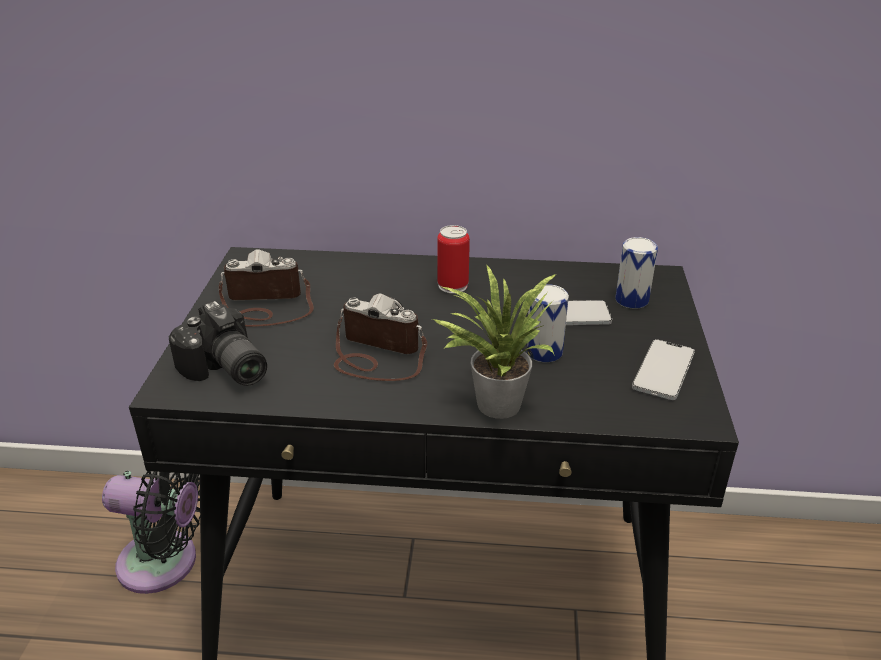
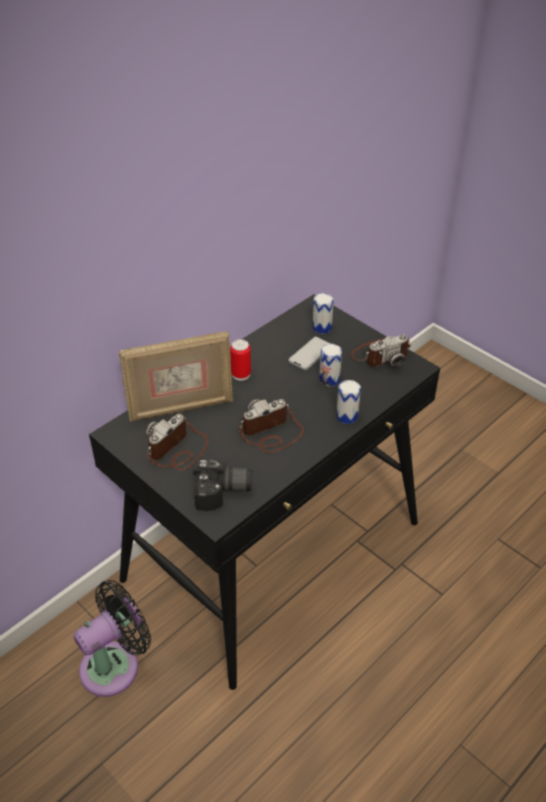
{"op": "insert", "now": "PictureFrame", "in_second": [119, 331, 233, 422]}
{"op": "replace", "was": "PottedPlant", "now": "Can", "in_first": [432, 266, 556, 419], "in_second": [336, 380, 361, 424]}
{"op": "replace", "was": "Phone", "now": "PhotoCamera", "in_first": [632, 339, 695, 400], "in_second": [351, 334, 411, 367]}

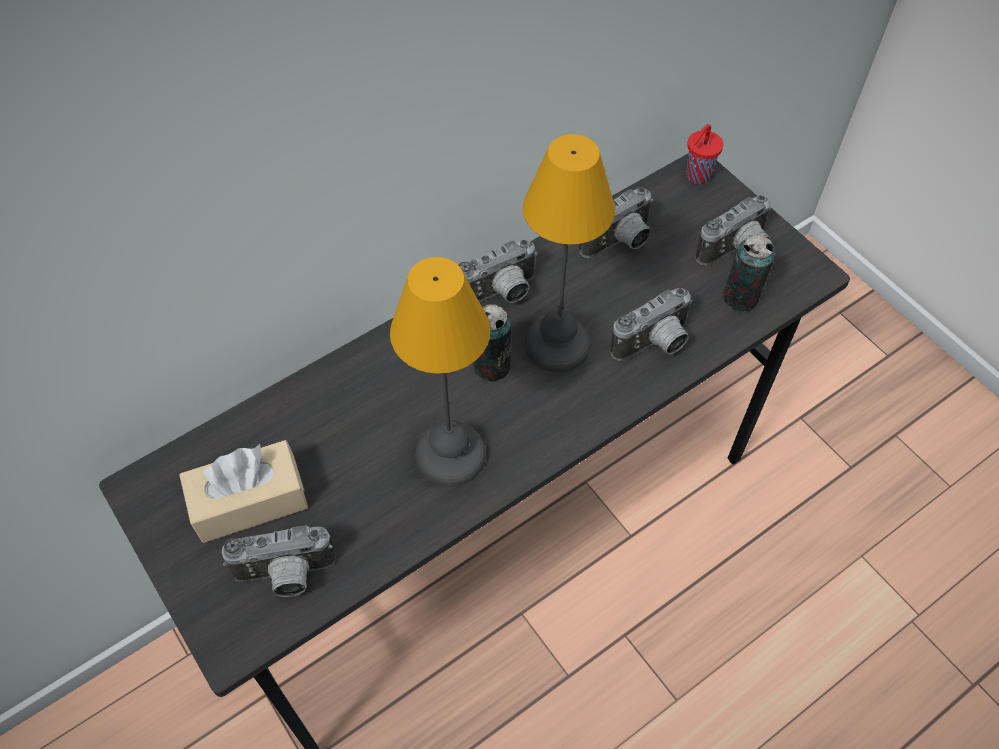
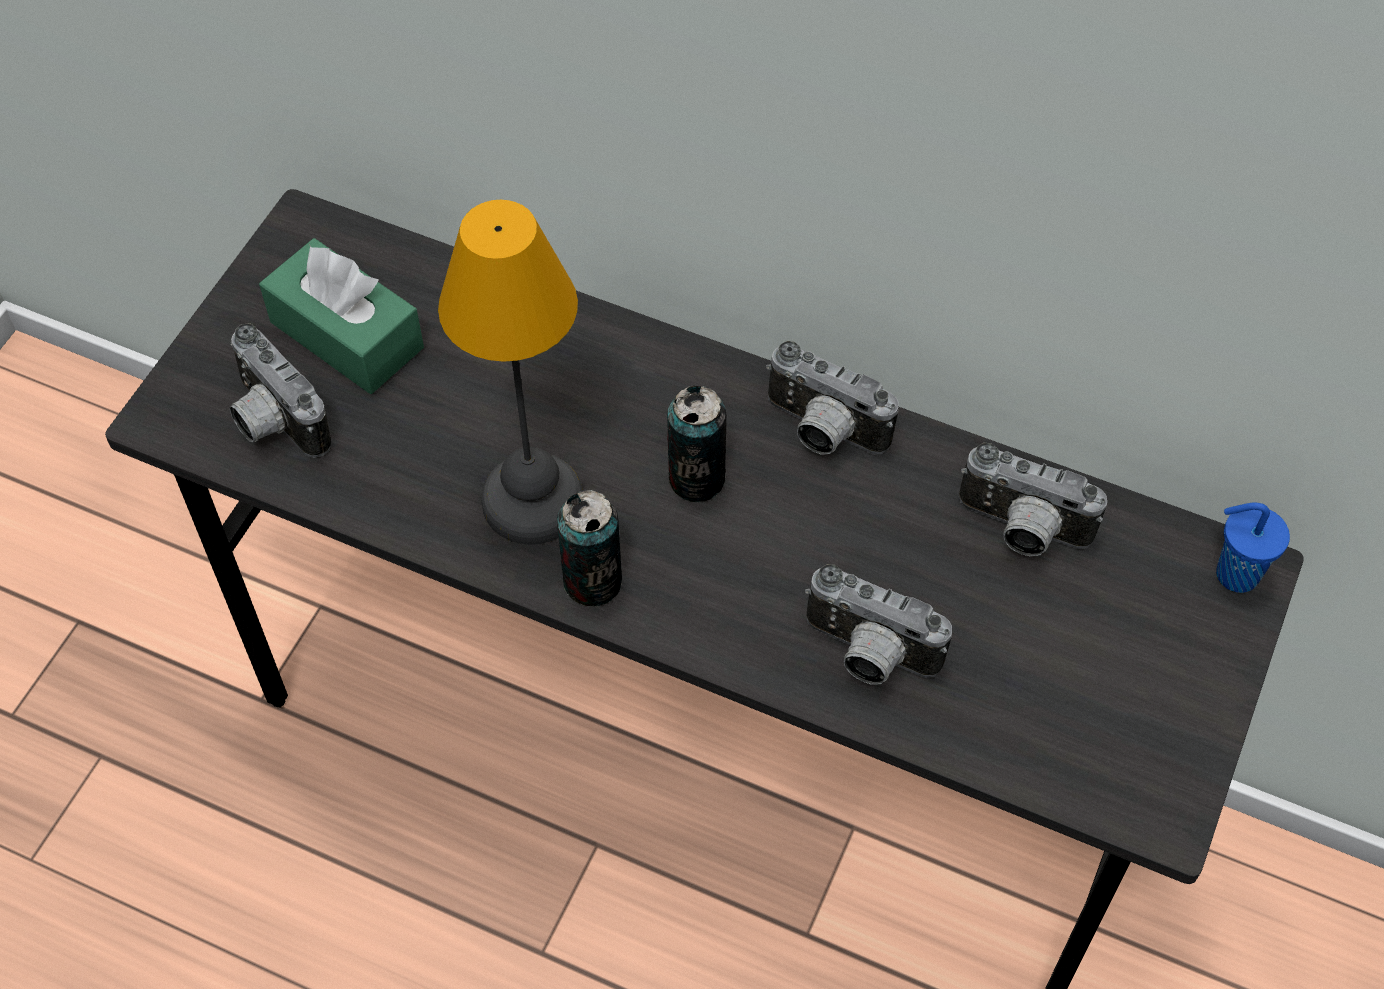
{"op": "delete", "was": "TableLamp", "in_first": [523, 134, 615, 372]}
{"op": "delete", "was": "PhotoCamera", "in_first": [695, 195, 772, 266]}
{"op": "move", "was": "Can", "in_first": [723, 235, 775, 312], "in_second": [557, 490, 622, 606]}
{"op": "recolor", "was": "BeigeTissueBox", "now": "GreenTissueBox", "in_first": [179, 440, 308, 543], "in_second": [259, 238, 424, 394]}
{"op": "recolor", "was": "RedCup", "now": "BlueCup", "in_first": [686, 124, 723, 184], "in_second": [1216, 503, 1290, 593]}

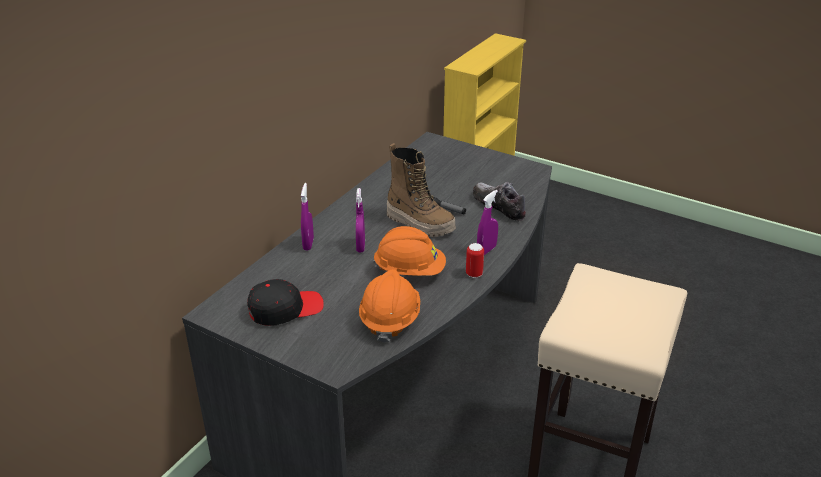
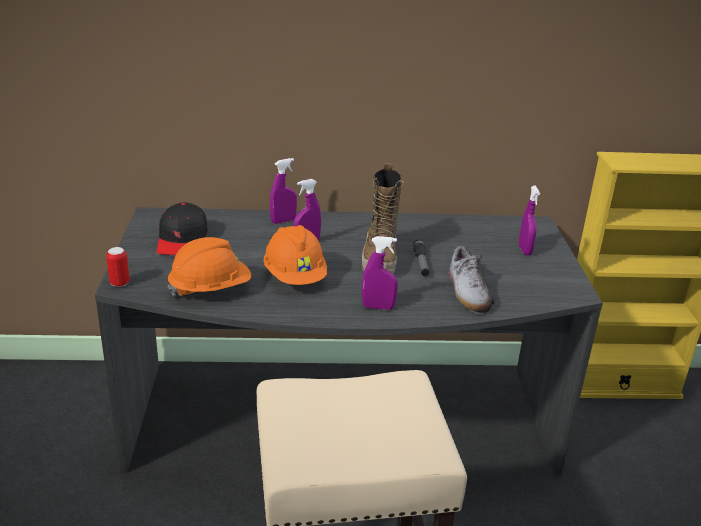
{"op": "insert", "now": "PurpleSprayBottle", "in_second": [519, 186, 540, 255]}
{"op": "move", "was": "Can", "in_first": [466, 243, 484, 278], "in_second": [106, 247, 130, 287]}
{"op": "rotate", "was": "BlackCap", "in_first": [247, 279, 324, 326], "in_second": [157, 202, 208, 255], "clockwise": 60}
{"op": "rotate", "was": "Shoe", "in_first": [473, 182, 526, 222], "in_second": [447, 246, 495, 314], "clockwise": 150}

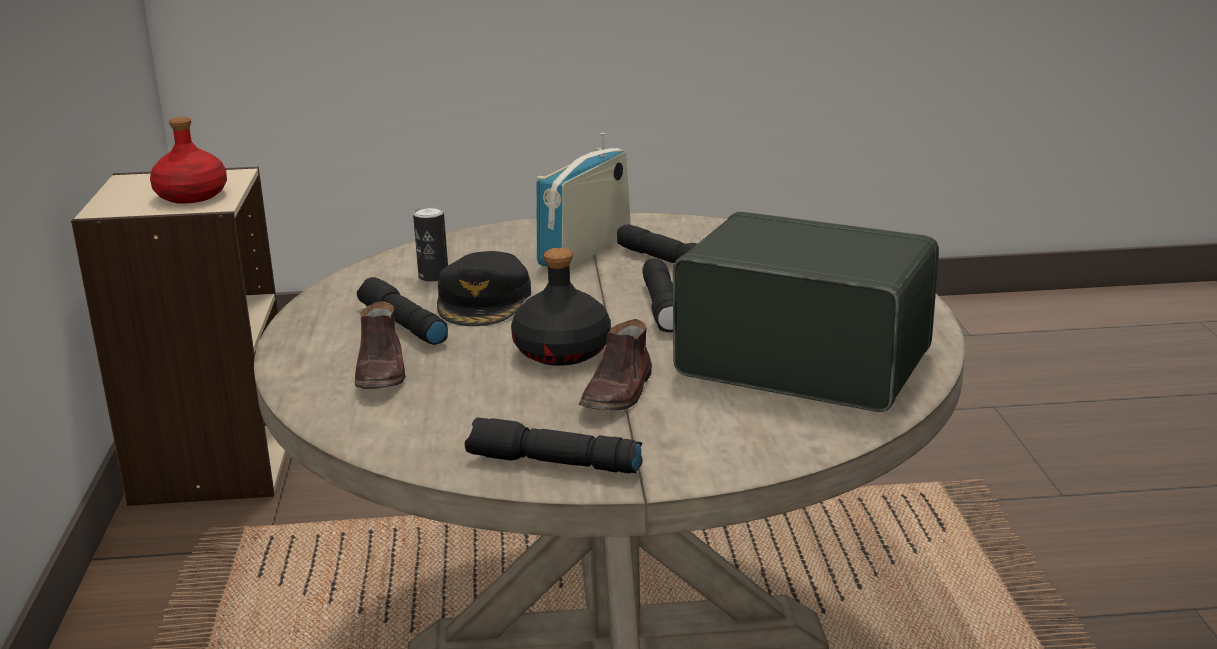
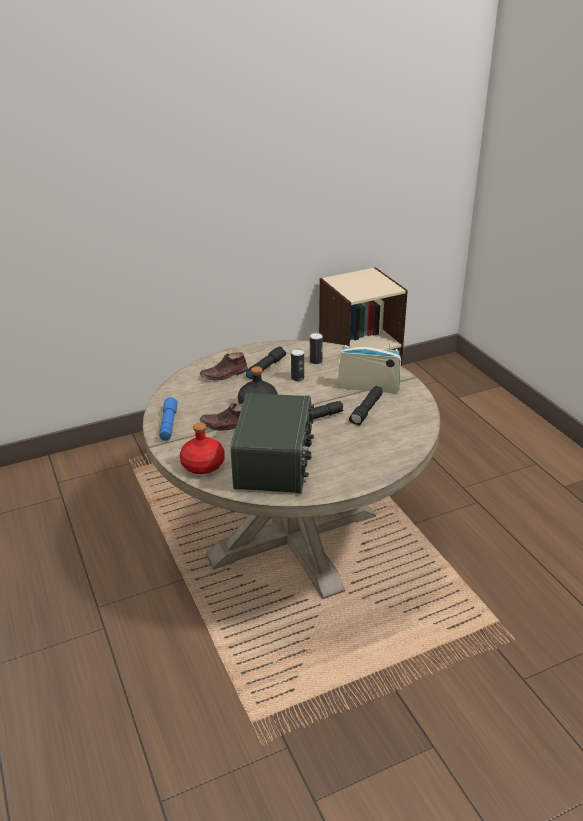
{"op": "move", "was": "RedBottle", "in_first": [150, 117, 227, 204], "in_second": [180, 423, 225, 474]}
{"op": "replace", "was": "BlackCap", "now": "Can", "in_first": [437, 251, 531, 326], "in_second": [291, 349, 304, 381]}
{"op": "recolor", "was": "BlackFlashlight", "now": "BlueFlashlight", "in_first": [465, 417, 642, 473], "in_second": [159, 397, 177, 441]}

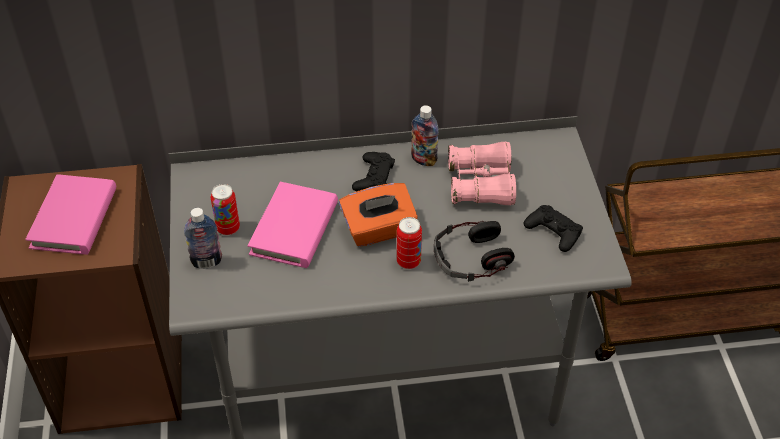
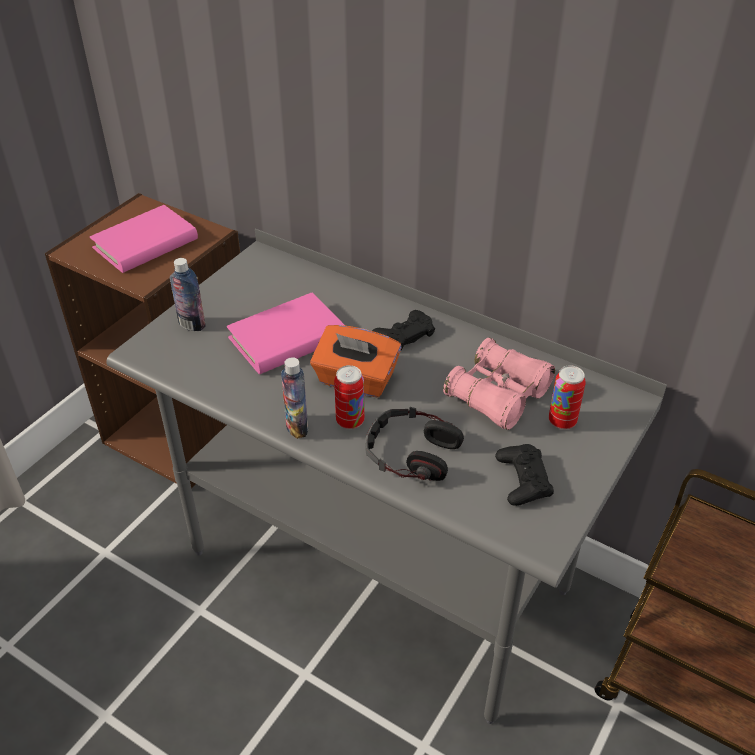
{"op": "move", "was": "Can", "in_first": [211, 184, 240, 235], "in_second": [549, 366, 586, 429]}
{"op": "move", "was": "Bottle", "in_first": [411, 105, 439, 166], "in_second": [281, 357, 308, 439]}

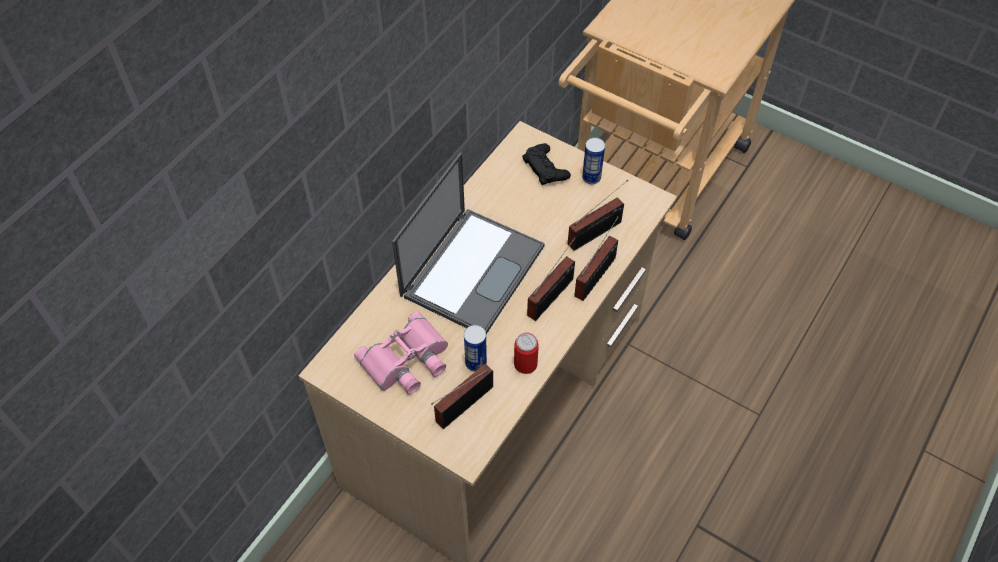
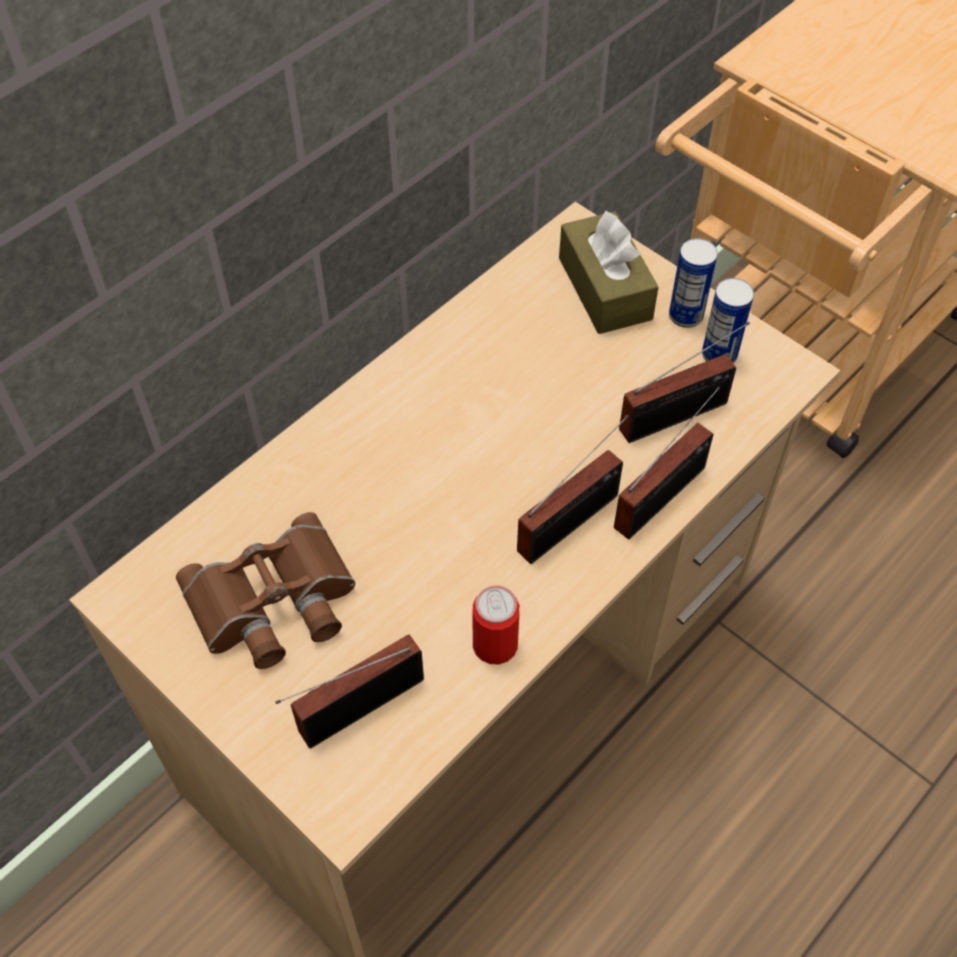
{"op": "delete", "was": "Laptop", "in_first": [392, 152, 545, 334]}
{"op": "move", "was": "Can", "in_first": [464, 325, 487, 372], "in_second": [702, 278, 754, 363]}
{"op": "replace", "was": "BlackGameController", "now": "BrownTissueBox", "in_first": [522, 143, 571, 185], "in_second": [559, 211, 659, 334]}
{"op": "recolor", "was": "PinkBinoculars", "now": "BrownBinoculars", "in_first": [354, 311, 448, 394], "in_second": [176, 512, 355, 669]}

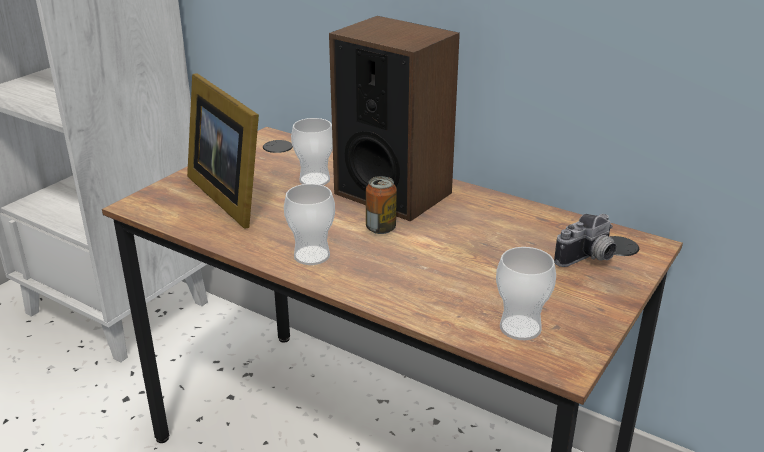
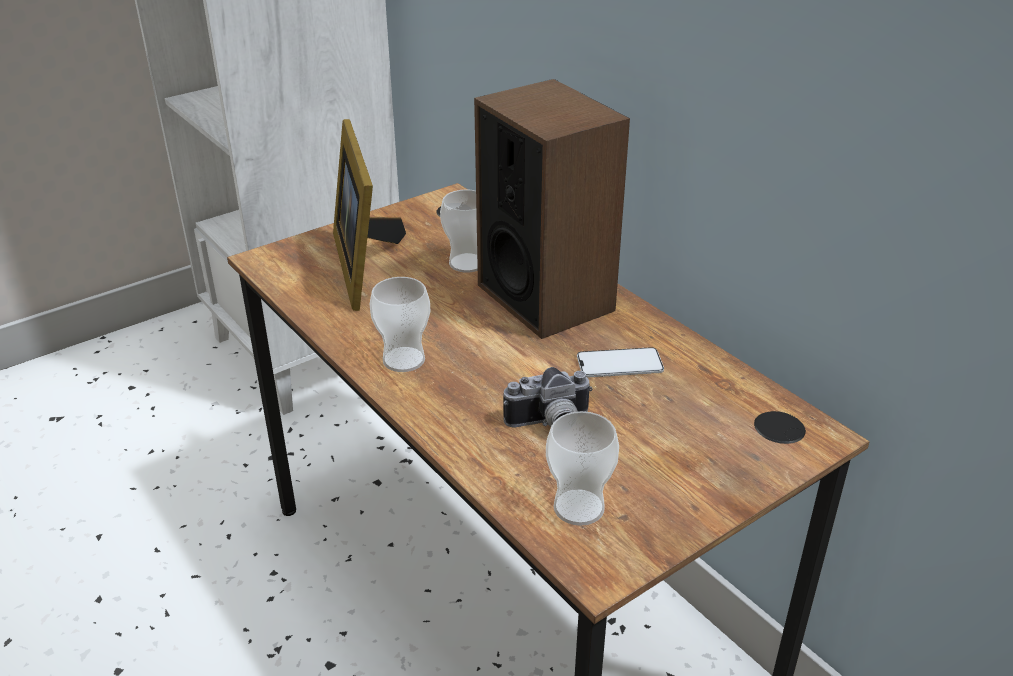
{"op": "delete", "was": "Can", "in_first": [366, 176, 397, 234]}
{"op": "insert", "now": "Phone", "in_second": [577, 347, 664, 378]}
{"op": "move", "was": "PhotoCamera", "in_first": [554, 214, 617, 267], "in_second": [503, 367, 593, 427]}

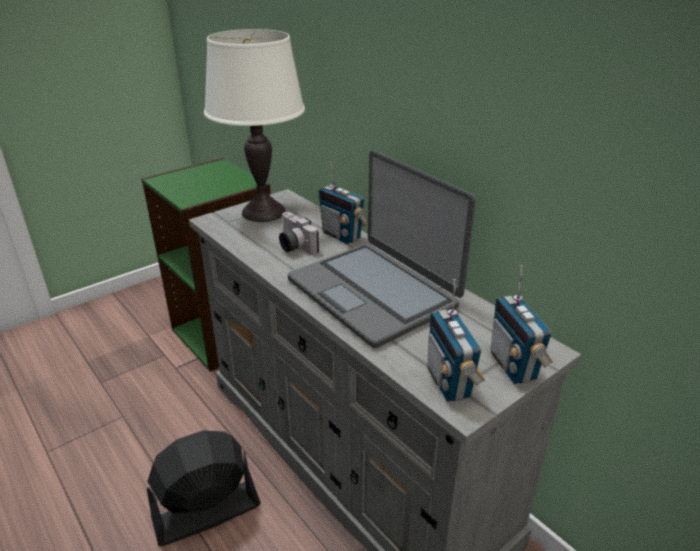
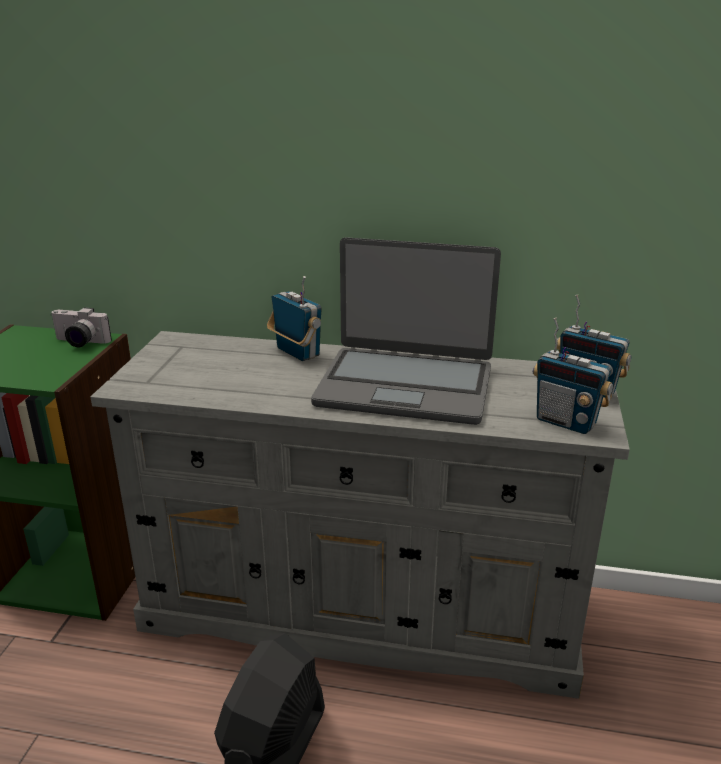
{"op": "delete", "was": "WhiteTableLamp", "in_first": [204, 29, 305, 222]}
{"op": "move", "was": "PhotoCamera", "in_first": [279, 212, 319, 255], "in_second": [50, 307, 112, 347]}
{"op": "rotate", "was": "Radio", "in_first": [319, 161, 368, 244], "in_second": [267, 276, 322, 361], "clockwise": -135}

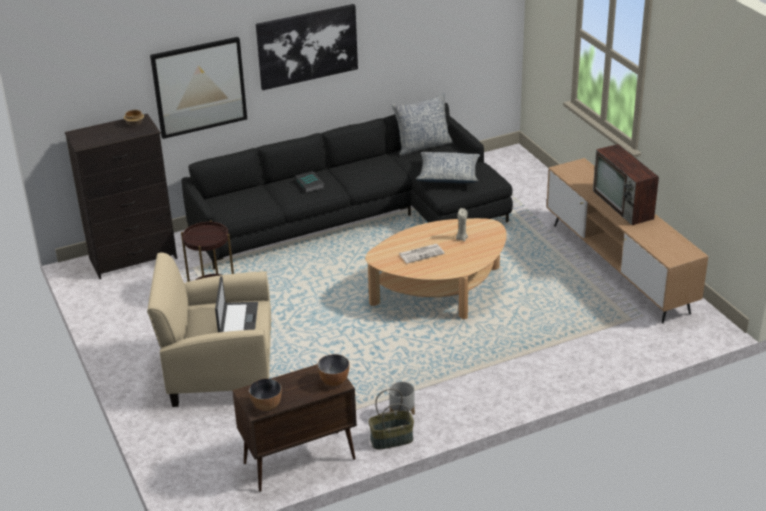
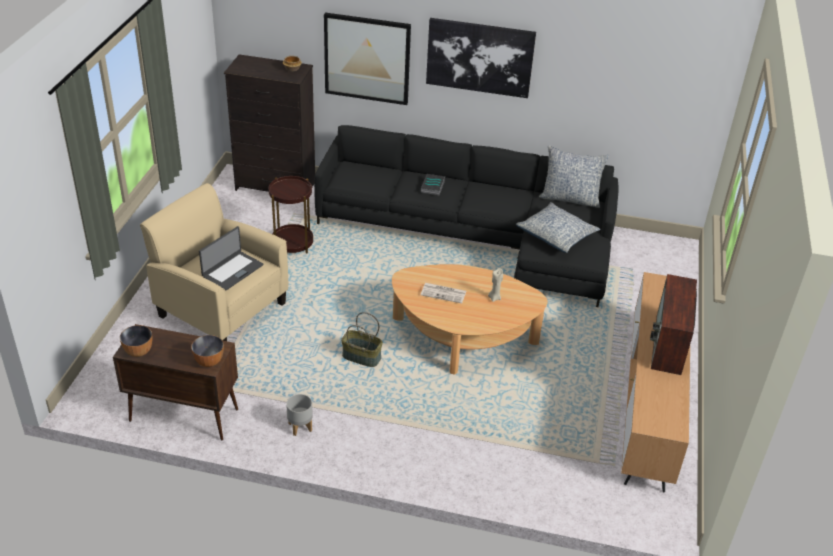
{"op": "move", "was": "Basket", "in_first": [369, 389, 414, 450], "in_second": [341, 312, 383, 367]}

